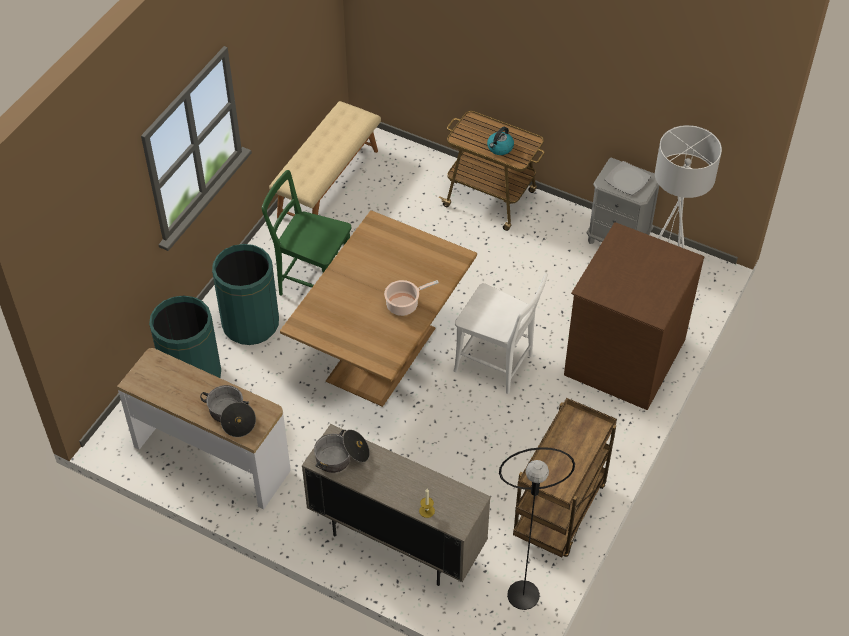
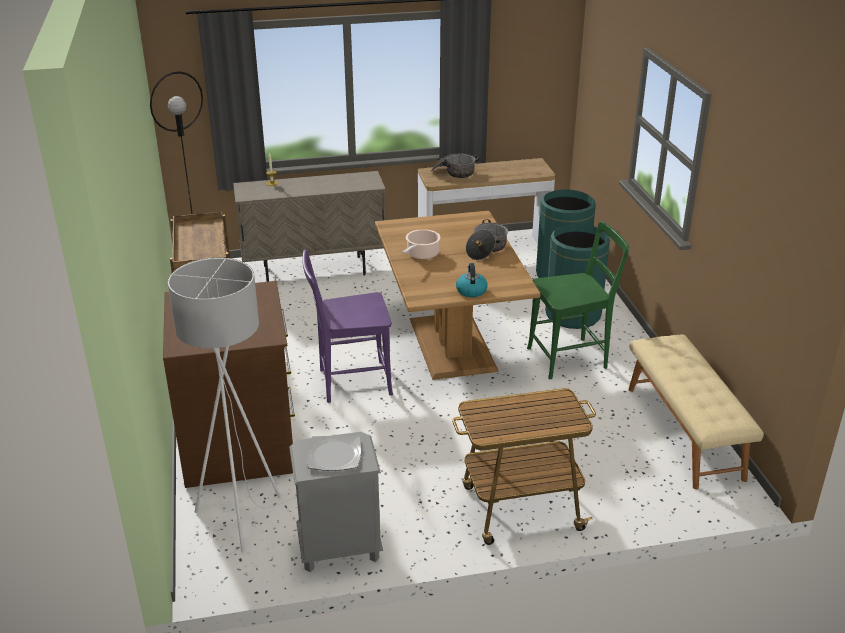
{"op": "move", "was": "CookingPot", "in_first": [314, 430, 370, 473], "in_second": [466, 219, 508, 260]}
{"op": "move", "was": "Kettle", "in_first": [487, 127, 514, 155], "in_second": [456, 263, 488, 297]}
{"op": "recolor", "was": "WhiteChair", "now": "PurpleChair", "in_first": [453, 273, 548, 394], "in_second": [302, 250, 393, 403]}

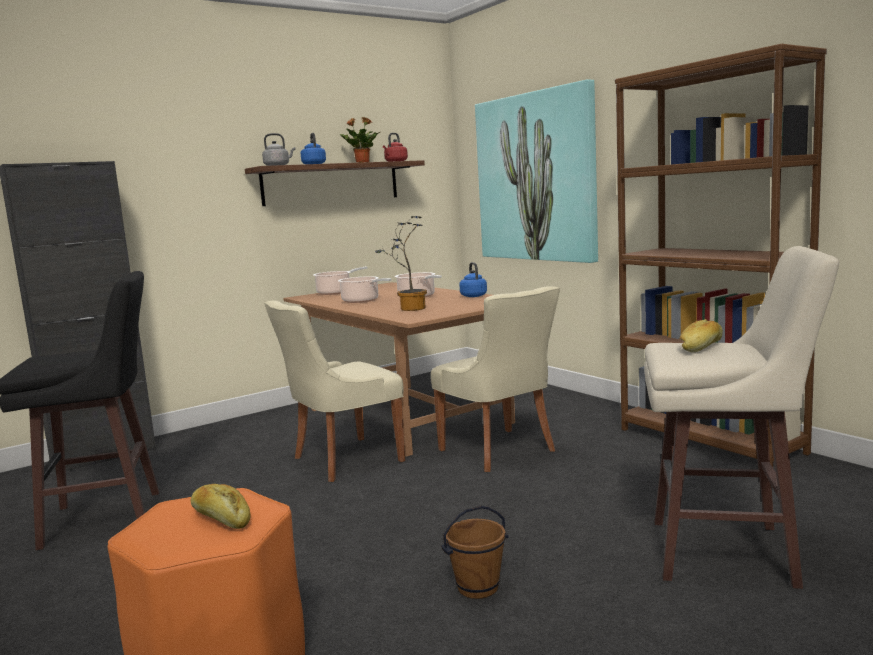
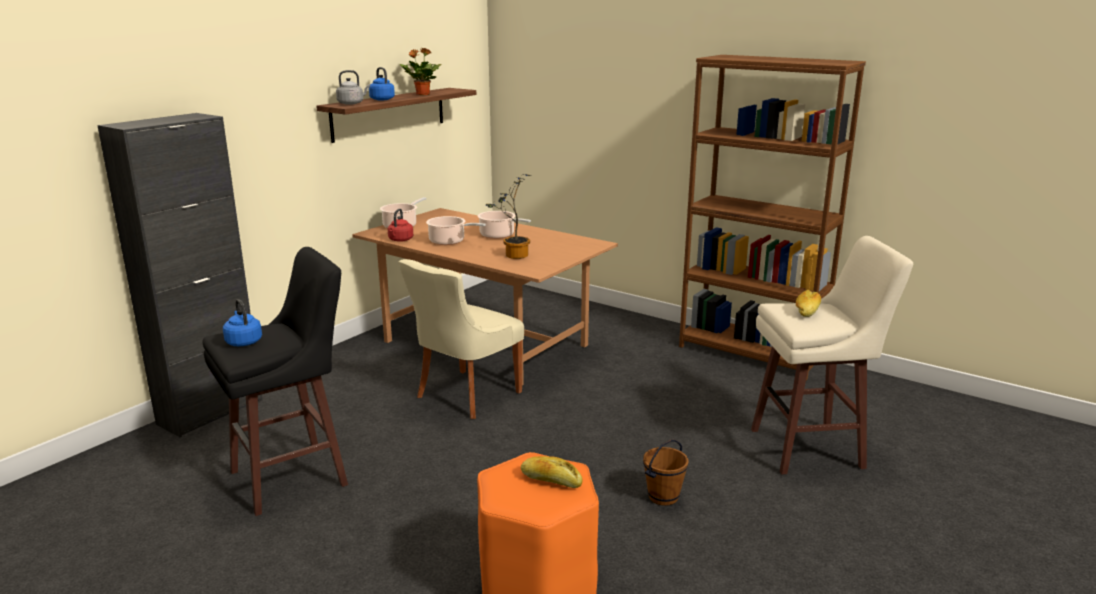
{"op": "delete", "was": "BeigeChair", "in_first": [431, 287, 560, 472]}
{"op": "delete", "was": "Picture", "in_first": [475, 79, 598, 263]}
{"op": "move", "was": "RedKettle", "in_first": [383, 133, 408, 162], "in_second": [388, 209, 413, 242]}
{"op": "move", "was": "BlueKettle", "in_first": [459, 262, 487, 297], "in_second": [223, 299, 262, 346]}

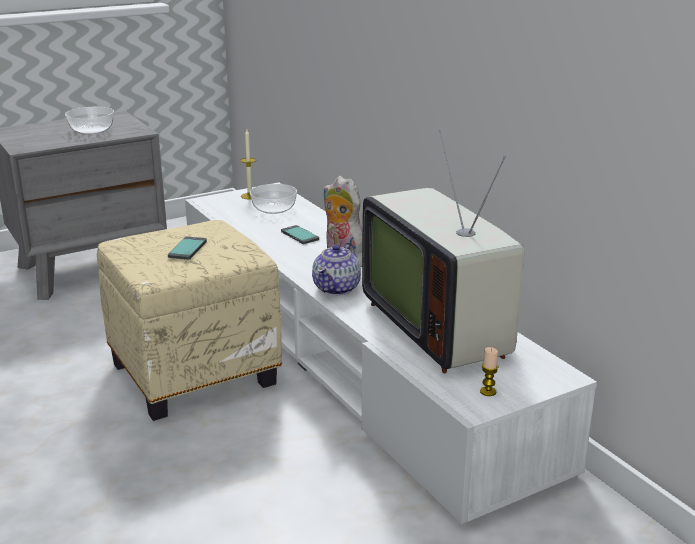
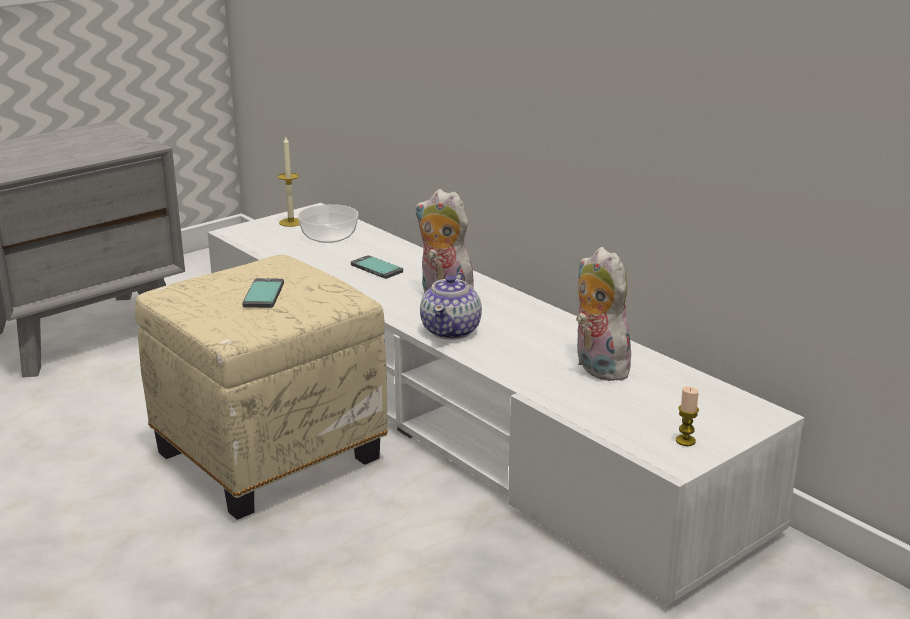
{"op": "delete", "was": "Bowl", "in_first": [65, 107, 114, 134]}
{"op": "replace", "was": "Television", "now": "PlushToy", "in_first": [362, 130, 524, 373], "in_second": [576, 247, 636, 381]}

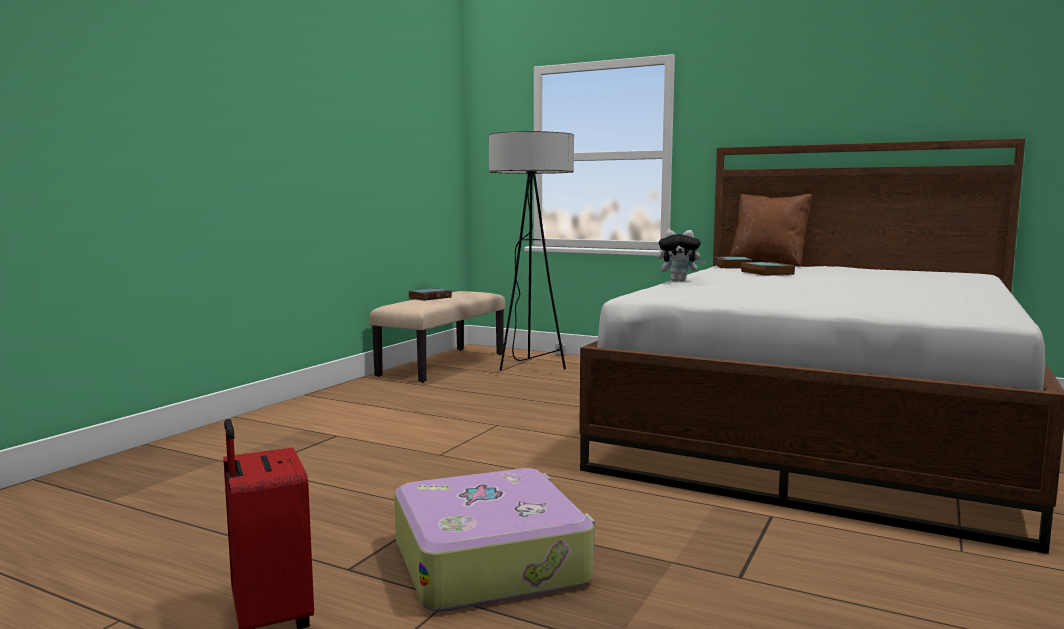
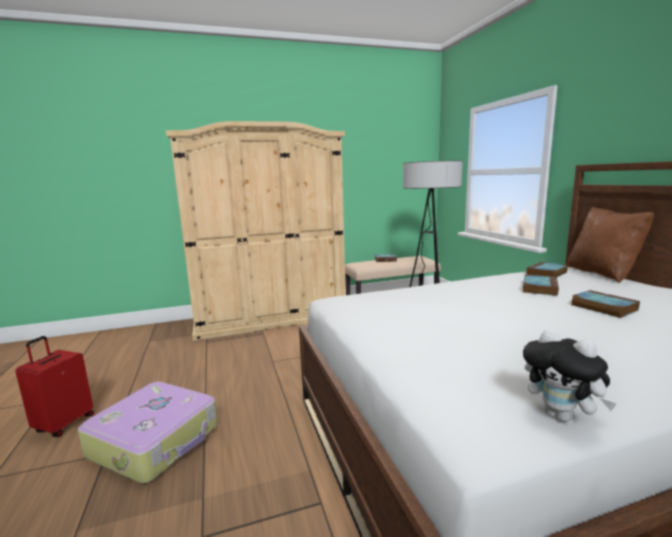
{"op": "insert", "now": "BeigeWardrobe", "in_second": [166, 121, 346, 341]}
{"op": "insert", "now": "Book", "in_second": [571, 290, 640, 318]}
{"op": "move", "was": "PlushToy", "in_first": [658, 229, 706, 282], "in_second": [523, 328, 617, 422]}

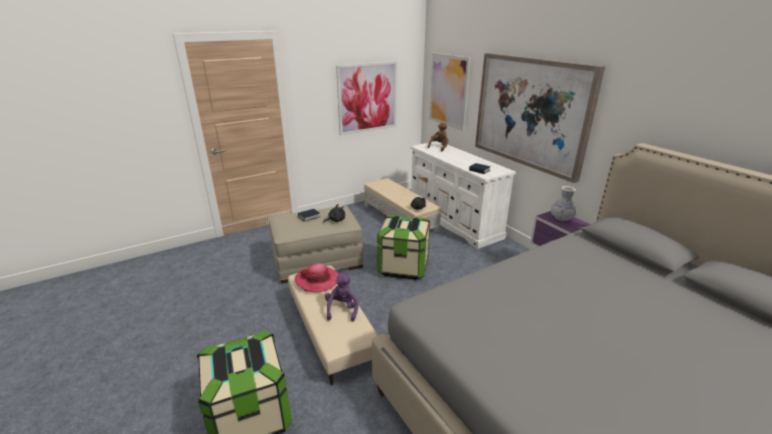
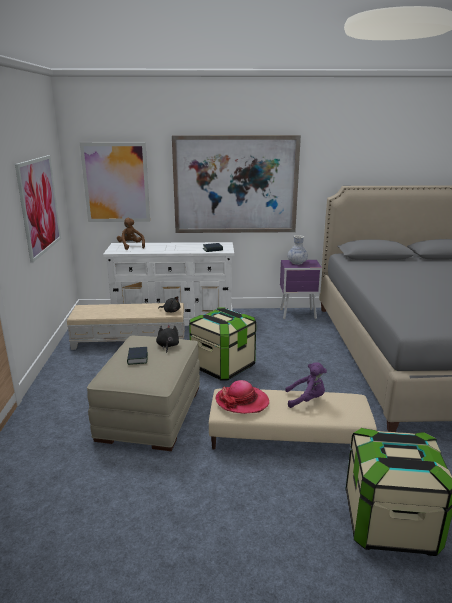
{"op": "rotate", "was": "PurplePlushToy", "in_first": [325, 273, 359, 322], "in_second": [285, 362, 327, 408], "clockwise": 150}

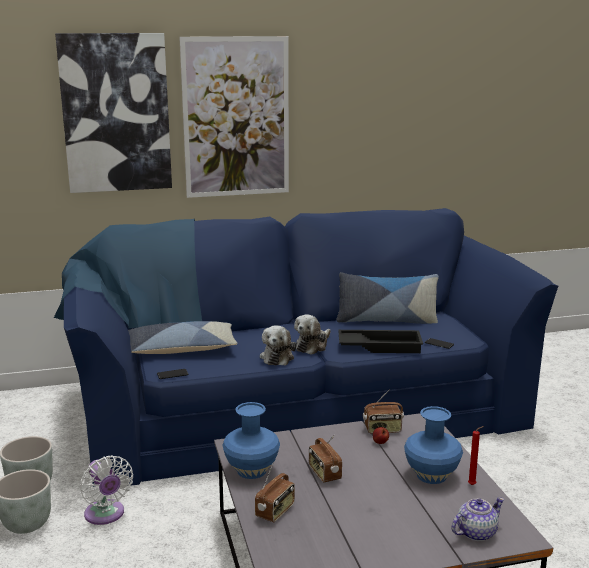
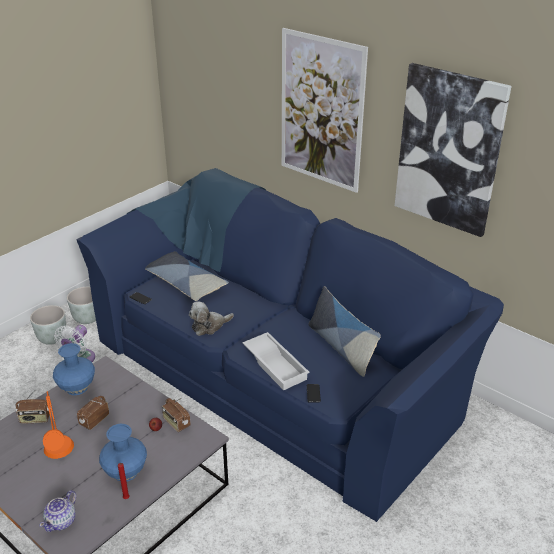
{"op": "delete", "was": "PlushToy", "in_first": [294, 314, 331, 355]}
{"op": "insert", "now": "OrangeTableLamp", "in_second": [43, 391, 74, 459]}
{"op": "move", "was": "Picture", "in_first": [55, 33, 172, 193], "in_second": [394, 63, 512, 237]}
{"op": "recolor", "was": "BlackTray", "now": "WhiteTray", "in_first": [338, 330, 423, 353], "in_second": [242, 332, 310, 390]}
{"op": "rotate", "was": "Teapot", "in_first": [451, 497, 504, 541], "in_second": [39, 490, 76, 532], "clockwise": 90}

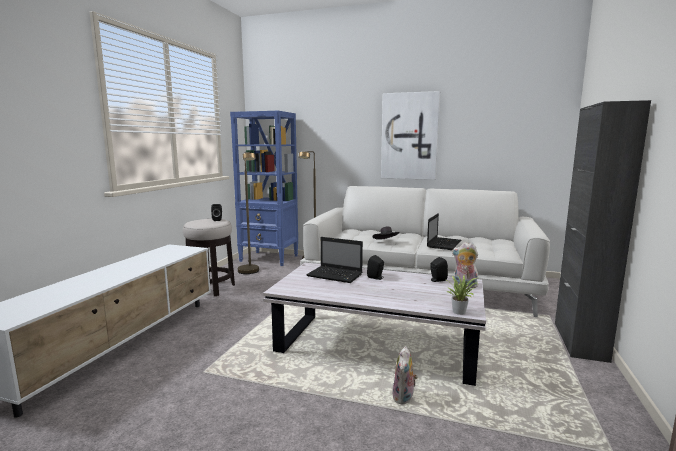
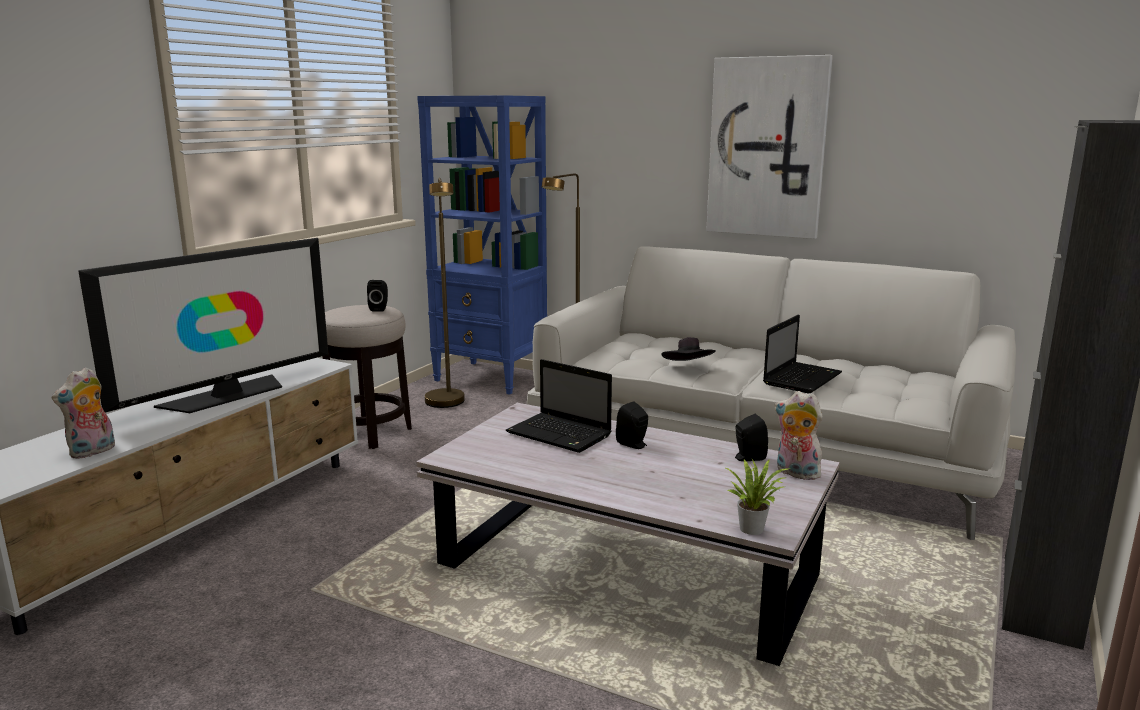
{"op": "insert", "now": "Television", "in_second": [78, 238, 329, 413]}
{"op": "move", "was": "PlushToy", "in_first": [392, 346, 418, 405], "in_second": [51, 367, 115, 459]}

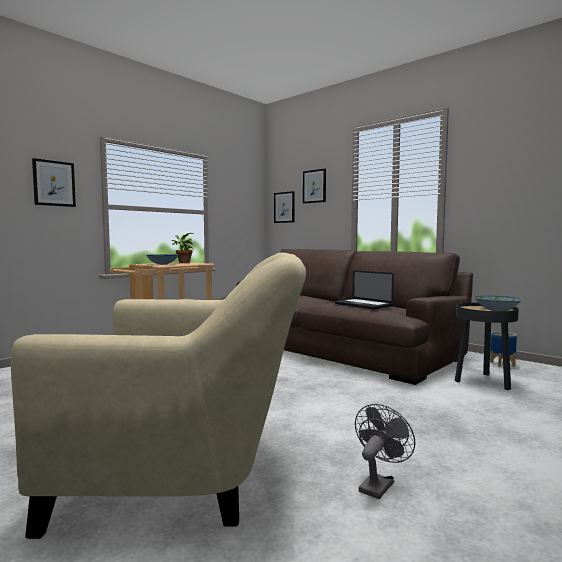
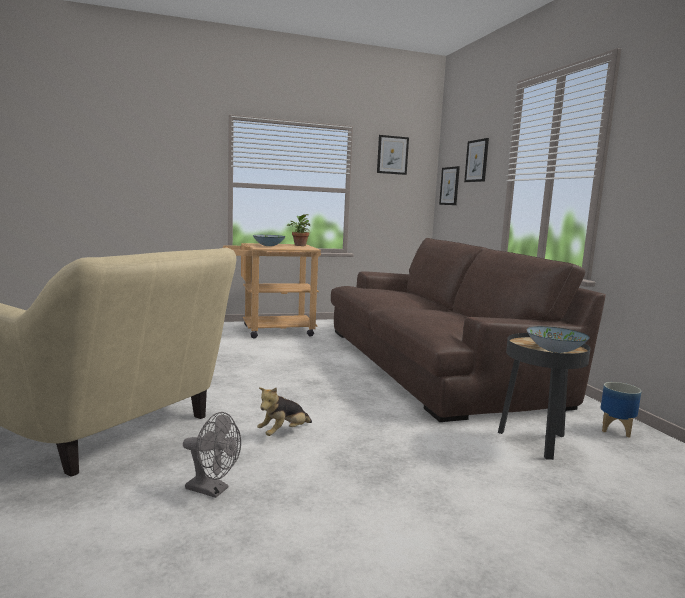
{"op": "delete", "was": "Laptop", "in_first": [335, 270, 394, 309]}
{"op": "insert", "now": "PlushToy", "in_second": [257, 387, 312, 436]}
{"op": "move", "was": "Picture", "in_first": [32, 158, 76, 207], "in_second": [377, 135, 409, 175]}
{"op": "rotate", "was": "GreyFan", "in_first": [355, 404, 415, 499], "in_second": [183, 412, 241, 498], "clockwise": 45}

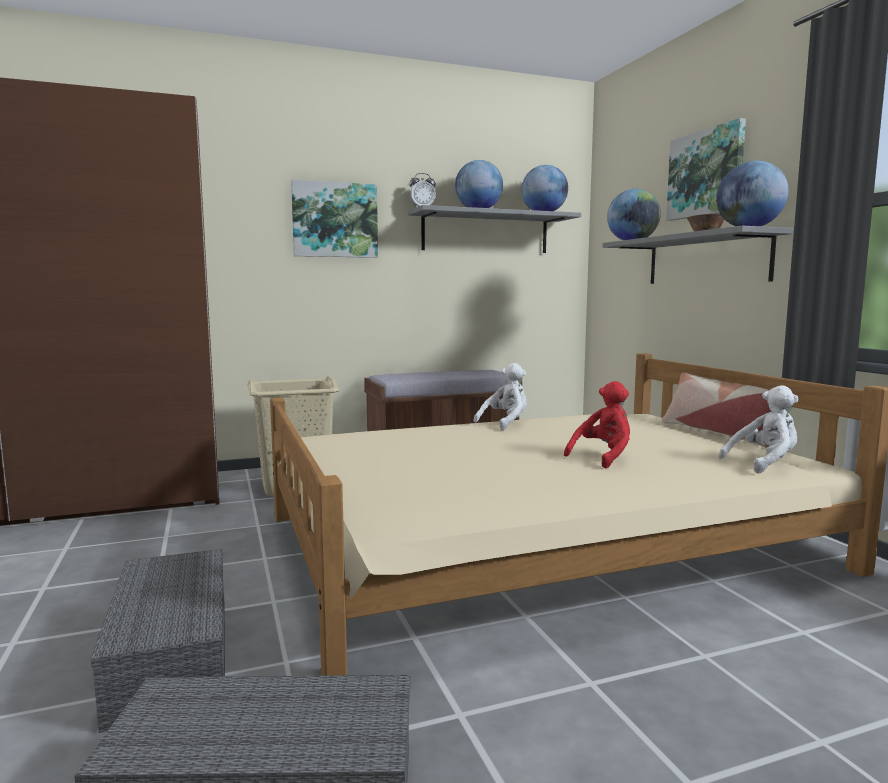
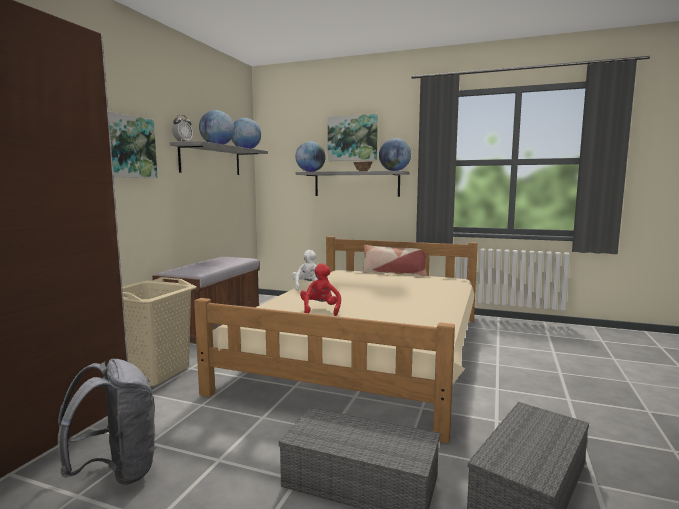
{"op": "delete", "was": "WhitePlushToy", "in_first": [718, 385, 799, 474]}
{"op": "insert", "now": "GreyBackpack", "in_second": [58, 359, 156, 486]}
{"op": "move", "was": "RedPlushToy", "in_first": [564, 381, 630, 468], "in_second": [300, 263, 341, 316]}

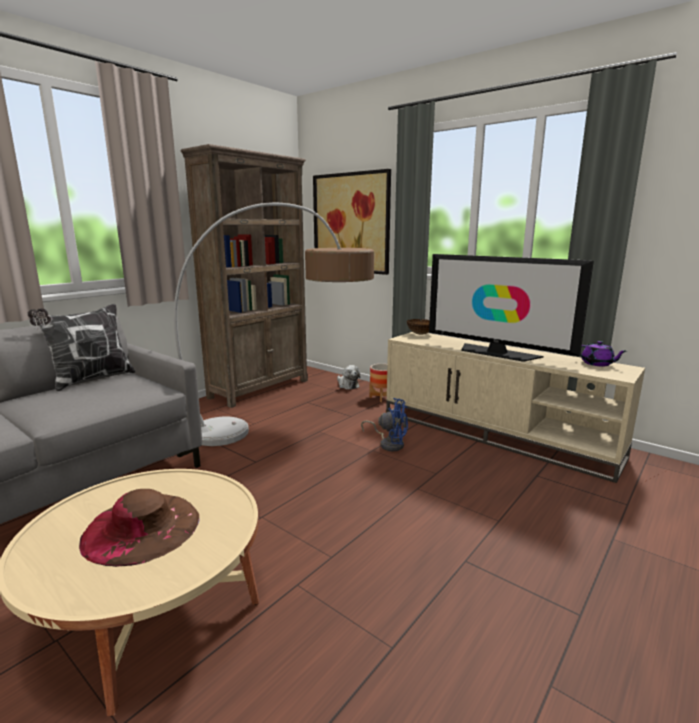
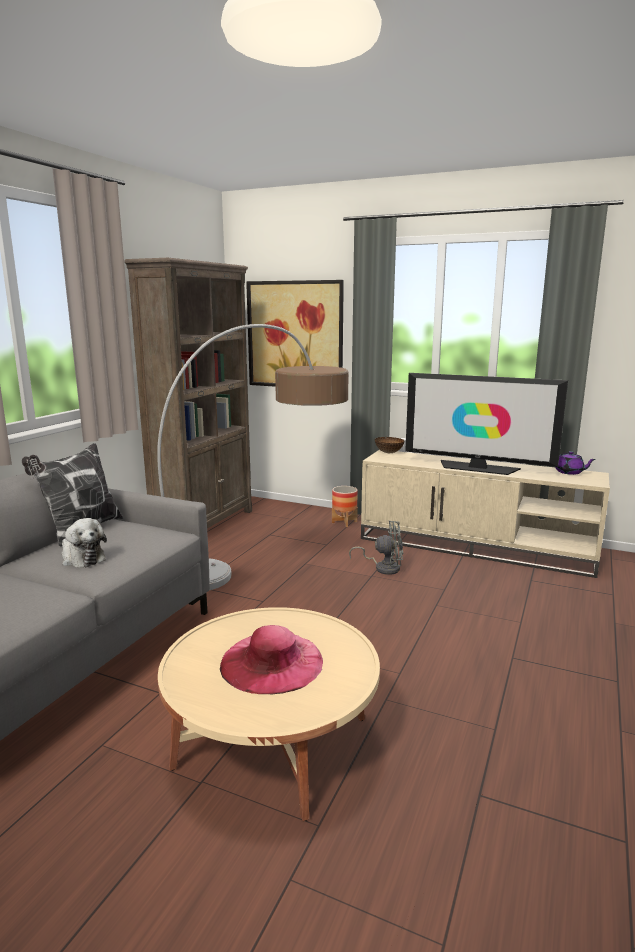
{"op": "move", "was": "PlushToy", "in_first": [337, 365, 360, 389], "in_second": [62, 518, 107, 568]}
{"op": "recolor", "was": "BrownHat", "now": "PinkHat", "in_first": [79, 489, 199, 567], "in_second": [220, 625, 323, 694]}
{"op": "recolor", "was": "BlueFan", "now": "GreyFan", "in_first": [361, 398, 408, 451], "in_second": [349, 521, 403, 575]}

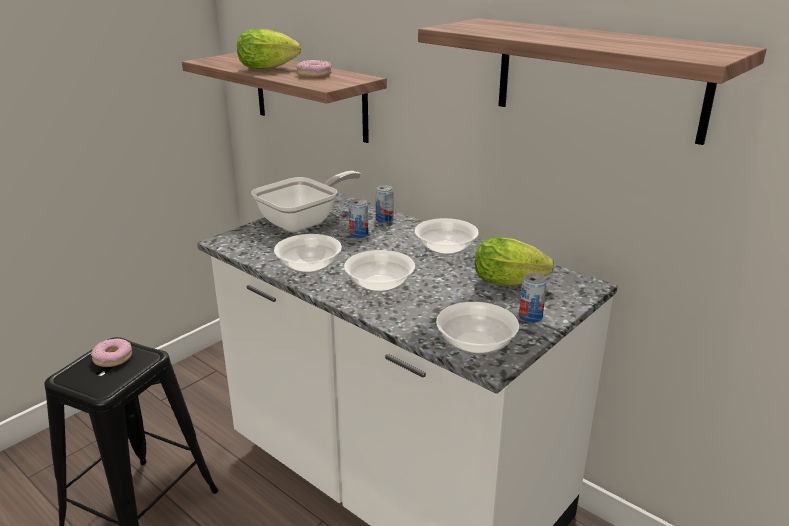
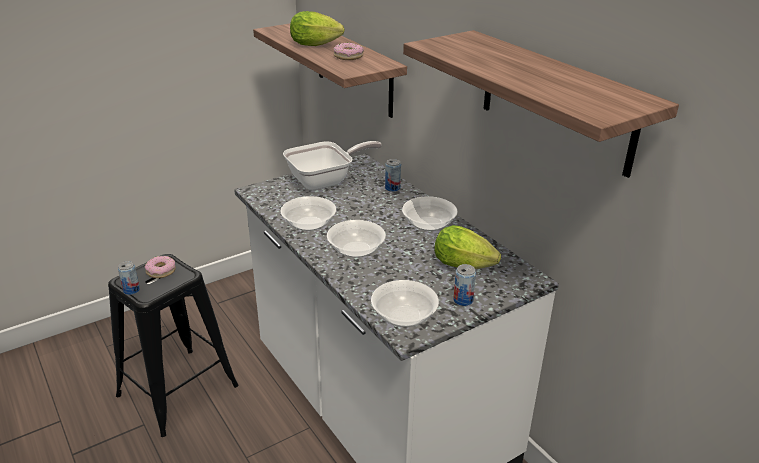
{"op": "move", "was": "Can", "in_first": [349, 199, 368, 238], "in_second": [118, 261, 140, 295]}

